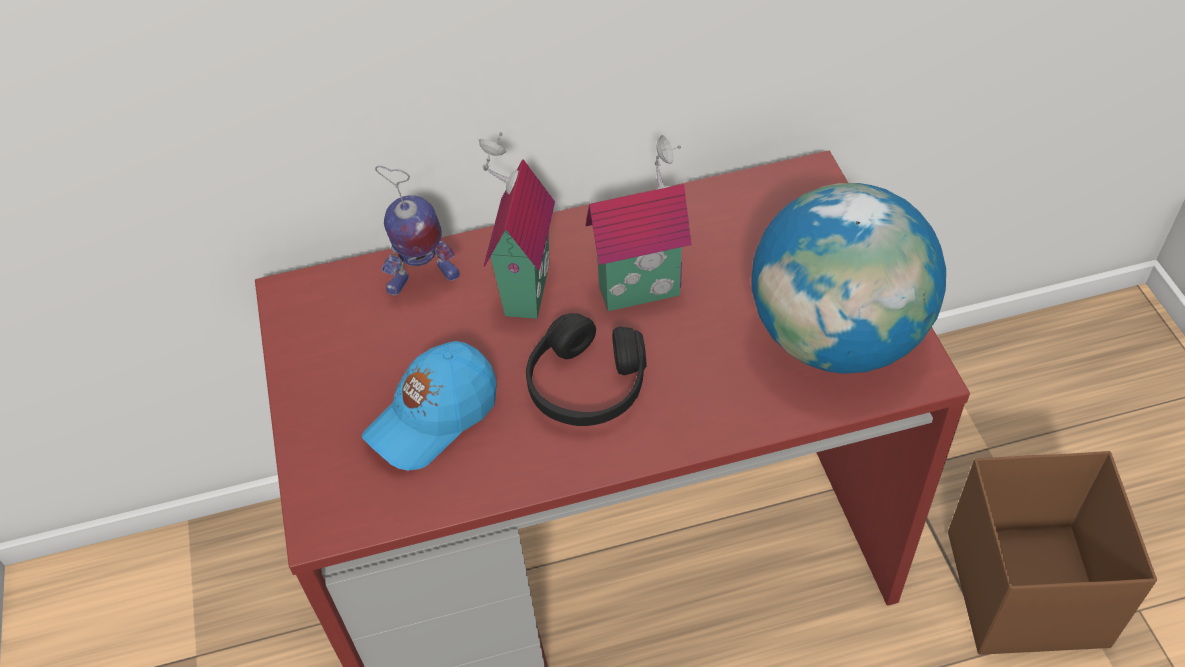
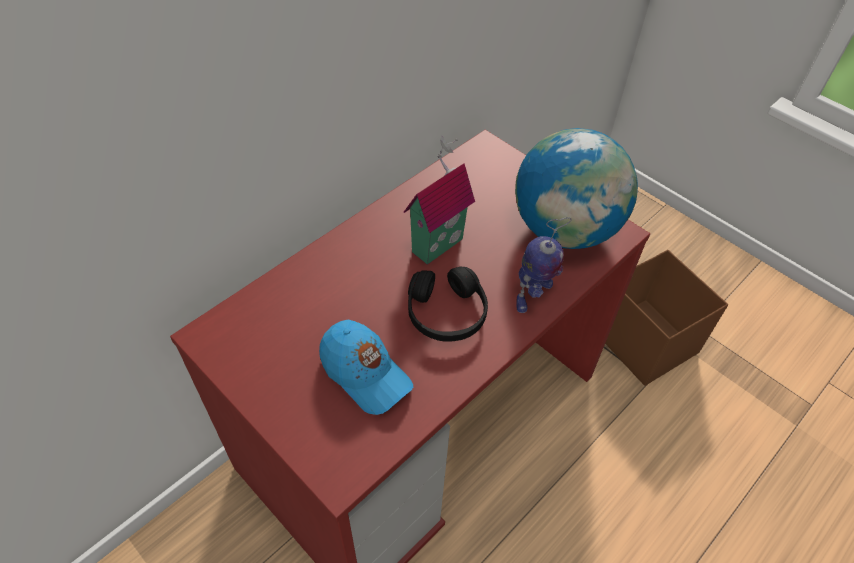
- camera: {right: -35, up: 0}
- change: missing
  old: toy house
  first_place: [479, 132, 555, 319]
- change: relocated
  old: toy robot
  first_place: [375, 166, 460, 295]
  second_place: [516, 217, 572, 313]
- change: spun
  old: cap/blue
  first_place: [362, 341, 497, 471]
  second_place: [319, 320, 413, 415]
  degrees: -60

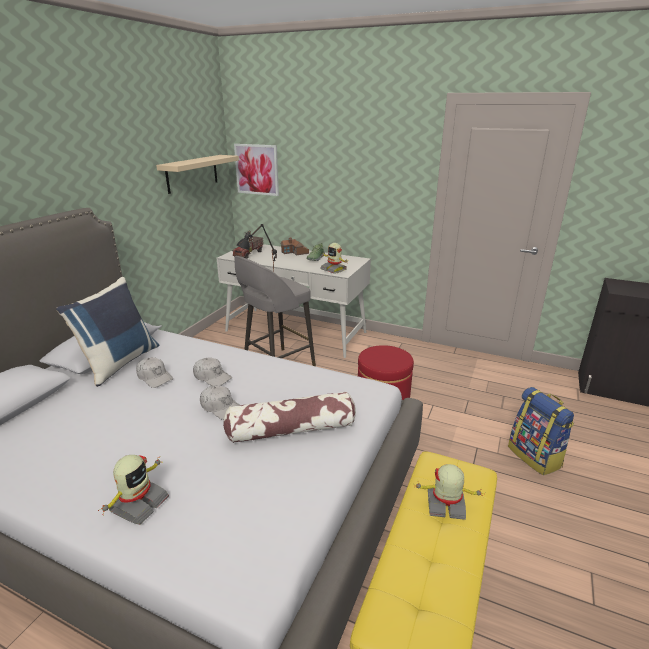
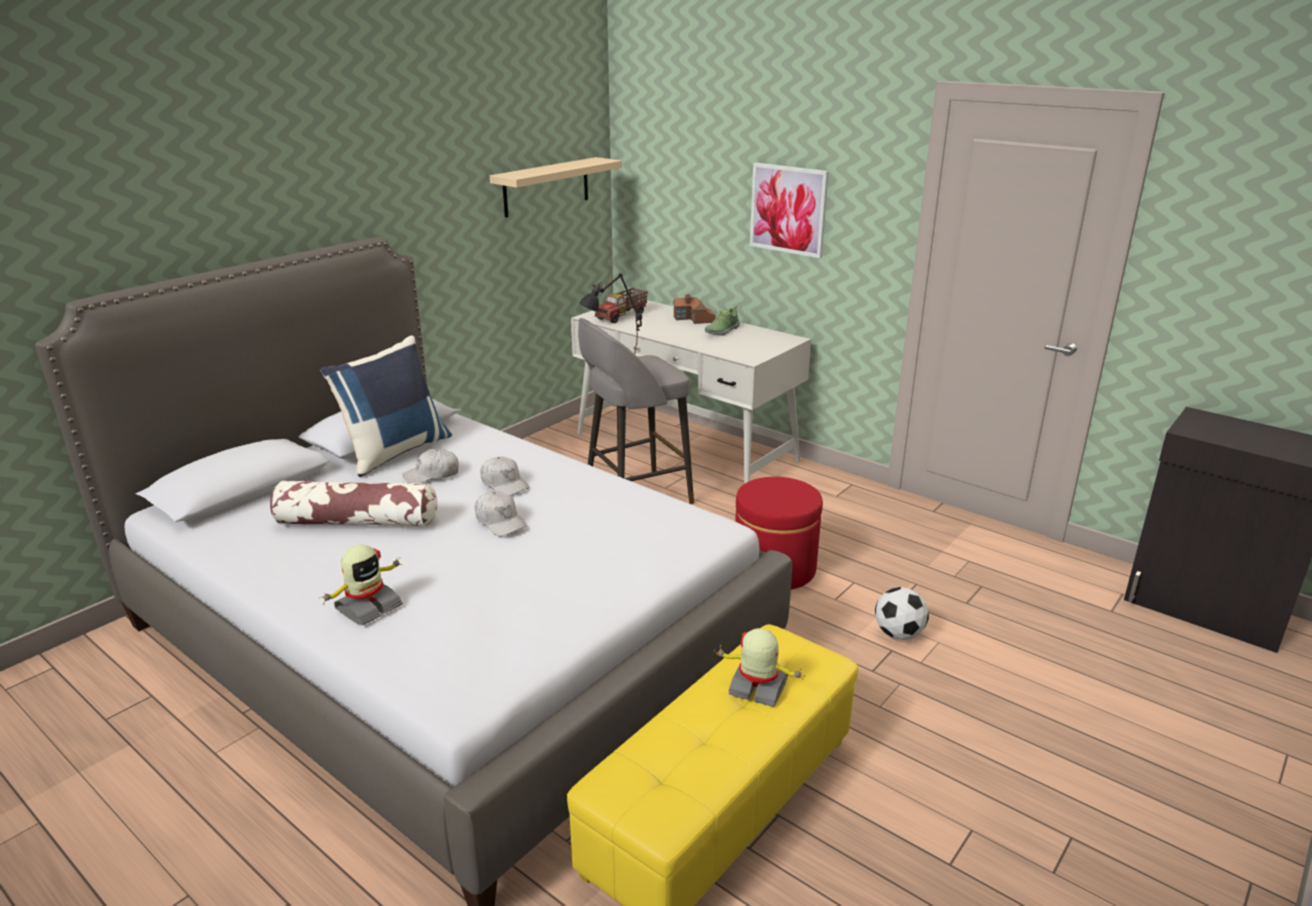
- camera: {right: 15, up: 0}
- change: missing
  old: toy robot
  first_place: [320, 243, 349, 274]
- change: missing
  old: backpack
  first_place: [508, 387, 574, 475]
- change: appeared
  new: football
  second_place: [875, 587, 929, 640]
- change: relocated
  old: pillow
  first_place: [223, 391, 356, 443]
  second_place: [270, 480, 437, 527]
- change: relocated
  old: picture
  first_place: [234, 144, 279, 196]
  second_place: [750, 163, 829, 258]
- change: spun
  old: cap/white
  first_place: [136, 357, 173, 388]
  second_place: [402, 449, 459, 483]
  degrees: 105

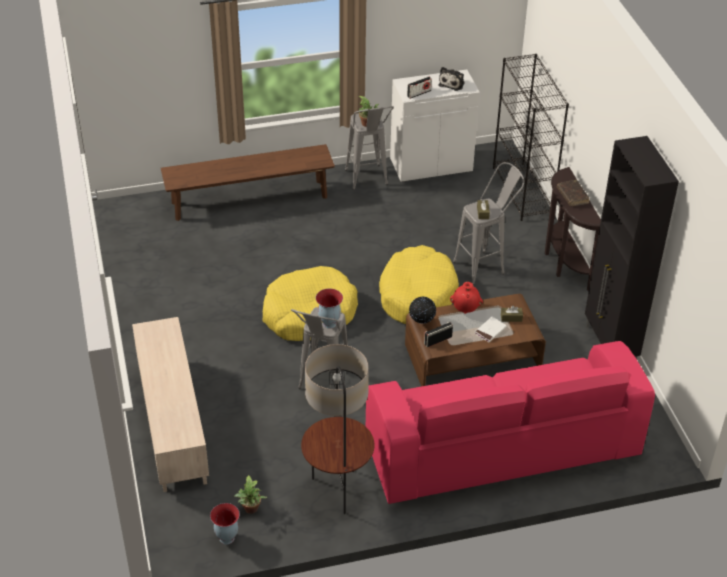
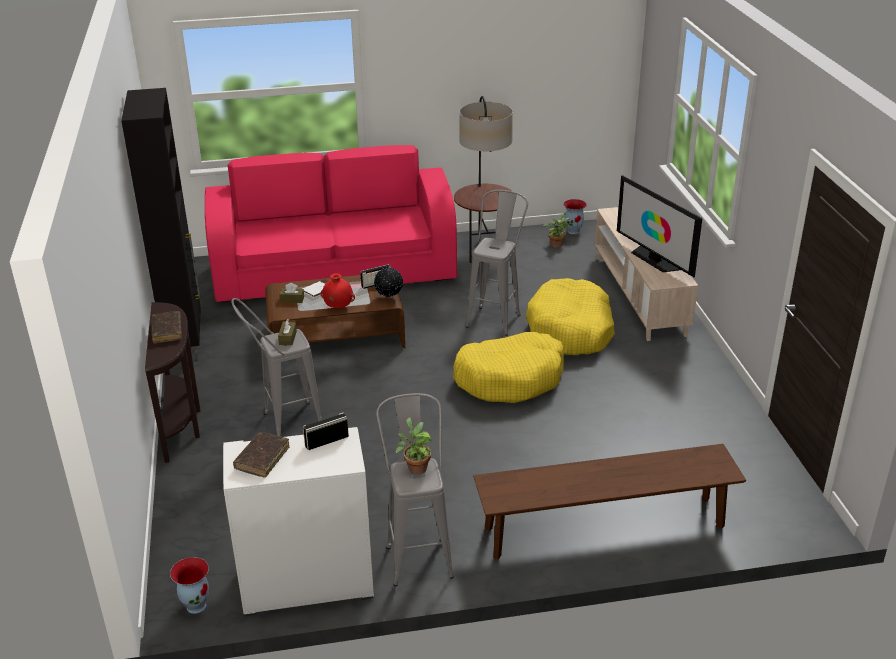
- camera: {right: -175, up: -10}
- change: missing
  old: bookcase/black
  first_place: [493, 54, 569, 221]
- change: appeared
  new: television
  second_place: [617, 175, 702, 277]
- change: relocated
  old: vase
  first_place: [316, 288, 343, 329]
  second_place: [170, 557, 209, 614]
- change: relocated
  old: dog bed/yellow
  first_place: [379, 245, 459, 324]
  second_place: [526, 278, 615, 355]
- change: exchanged
  old: plush toy
  new: book/brown
  first_place: [438, 67, 465, 91]
  second_place: [233, 433, 289, 477]

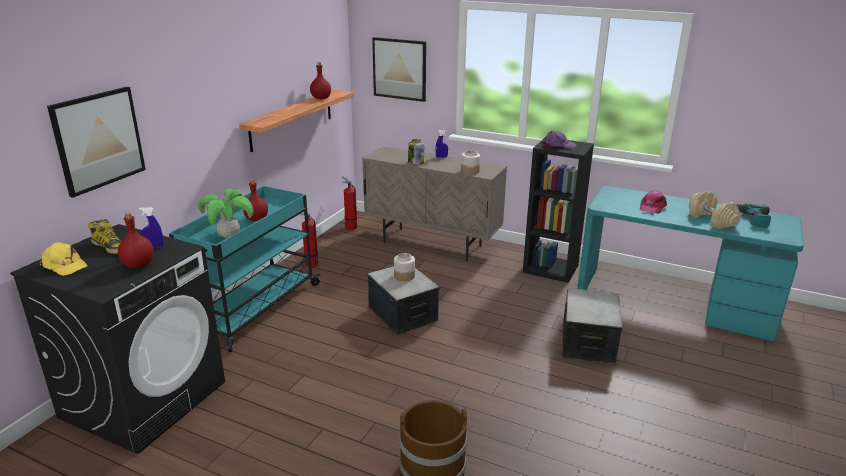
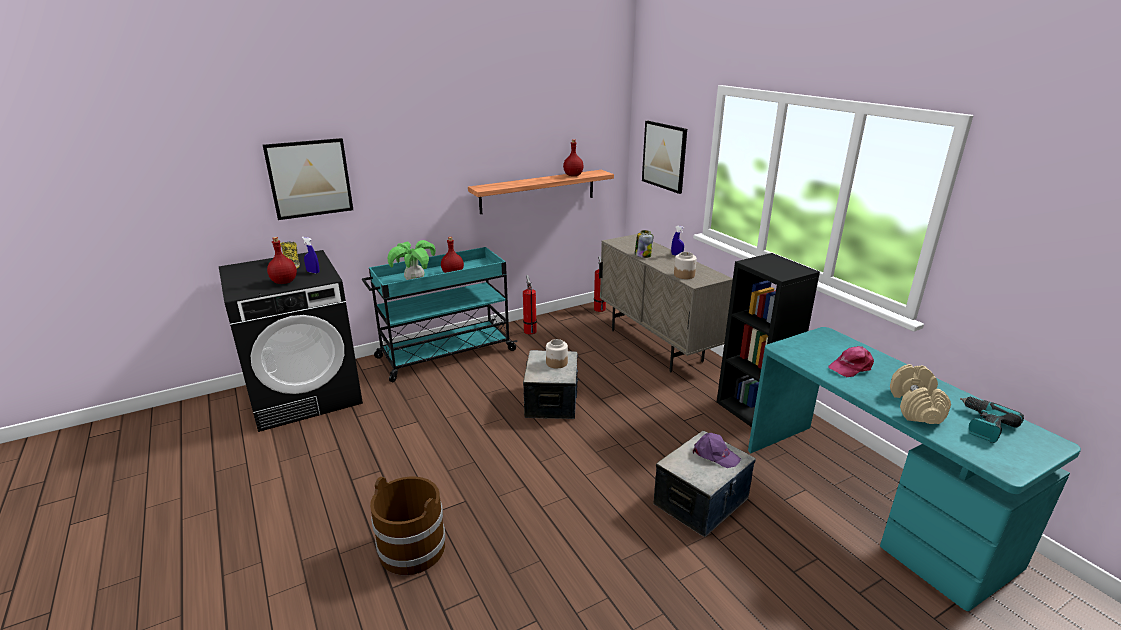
- camera: {right: 35, up: 0}
- change: missing
  old: cap/yellow
  first_place: [40, 243, 88, 276]
- change: relocated
  old: cap/purple
  first_place: [542, 131, 577, 149]
  second_place: [693, 433, 741, 468]

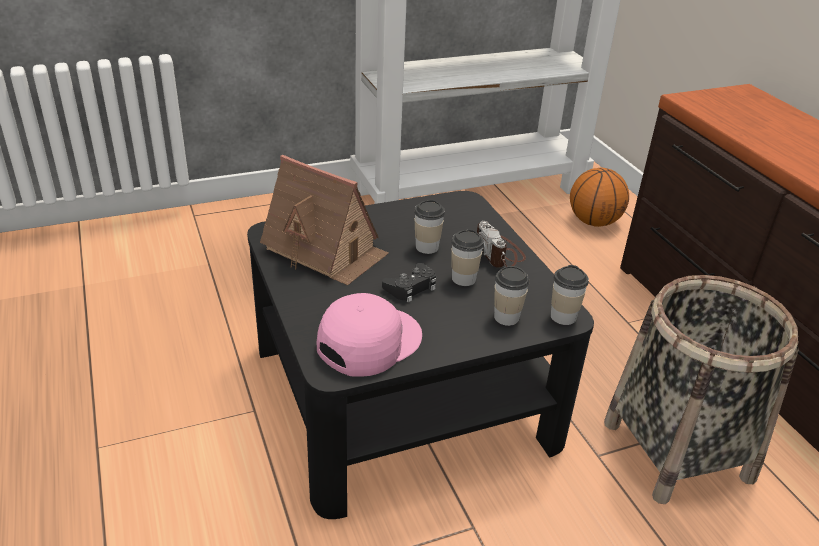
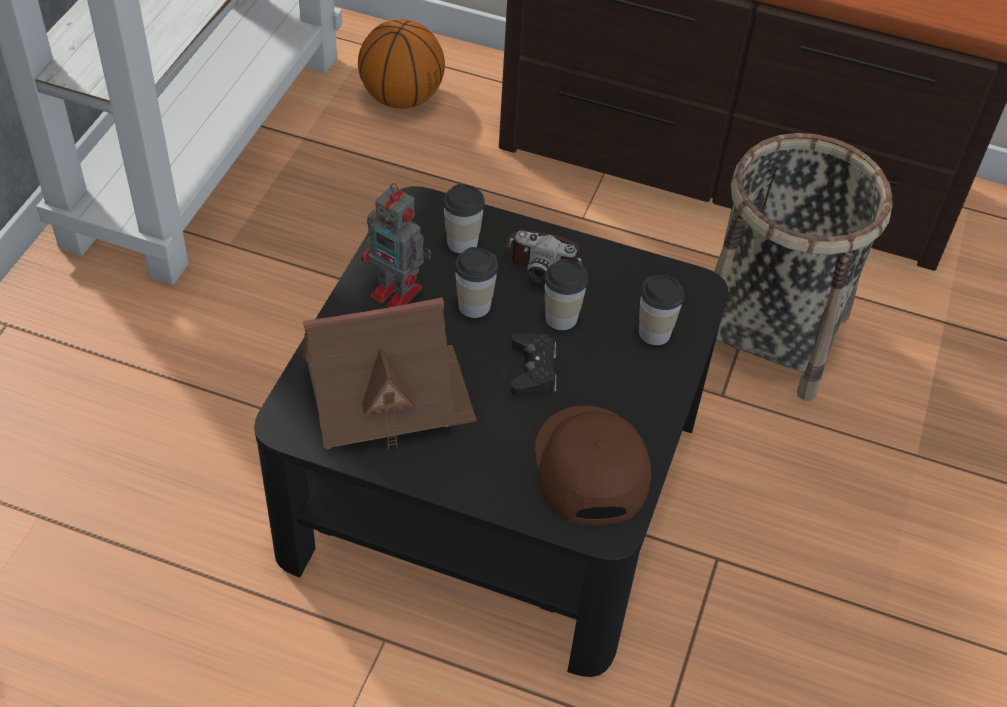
- camera: {right: -50, up: 15}
- change: appeared
  new: toy robot
  second_place: [361, 183, 431, 308]
- change: relocated
  old: cup
  first_place: [551, 265, 589, 325]
  second_place: [443, 184, 485, 253]
- change: colour
  old: cap/pink
  new: cap/brown
  first_place: [317, 293, 422, 377]
  second_place: [534, 405, 651, 525]

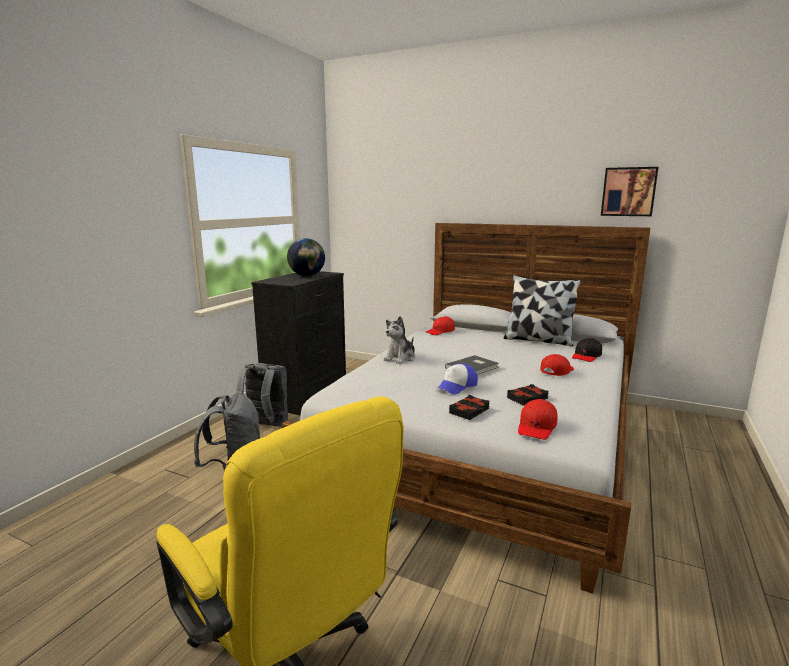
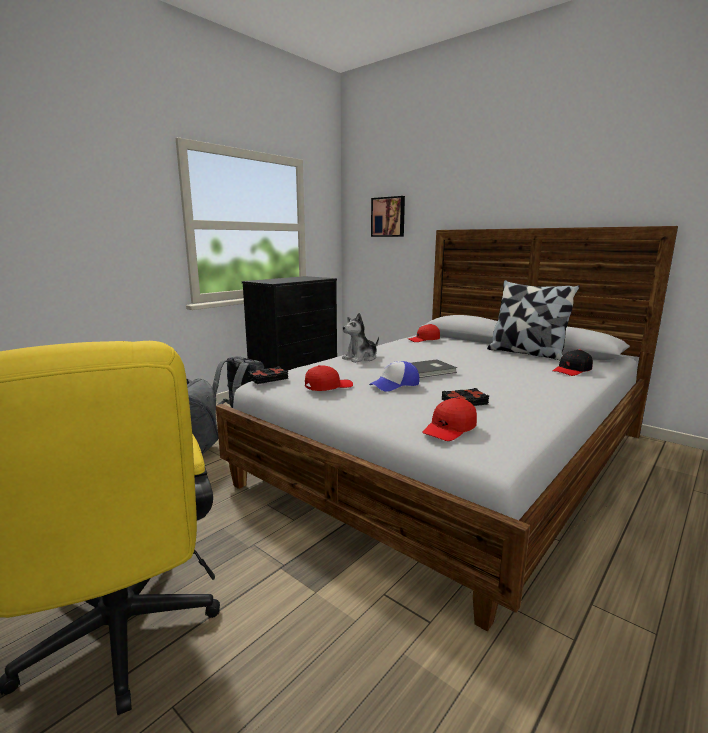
- camera: {right: 15, up: 0}
- change: missing
  old: globe
  first_place: [287, 238, 325, 276]
- change: relocated
  old: book/black
  first_place: [449, 395, 490, 420]
  second_place: [248, 366, 288, 384]
- change: relocated
  old: cap/red
  first_place: [540, 354, 574, 376]
  second_place: [305, 365, 353, 391]
- change: relocated
  old: picture
  first_place: [601, 167, 658, 216]
  second_place: [371, 196, 405, 237]

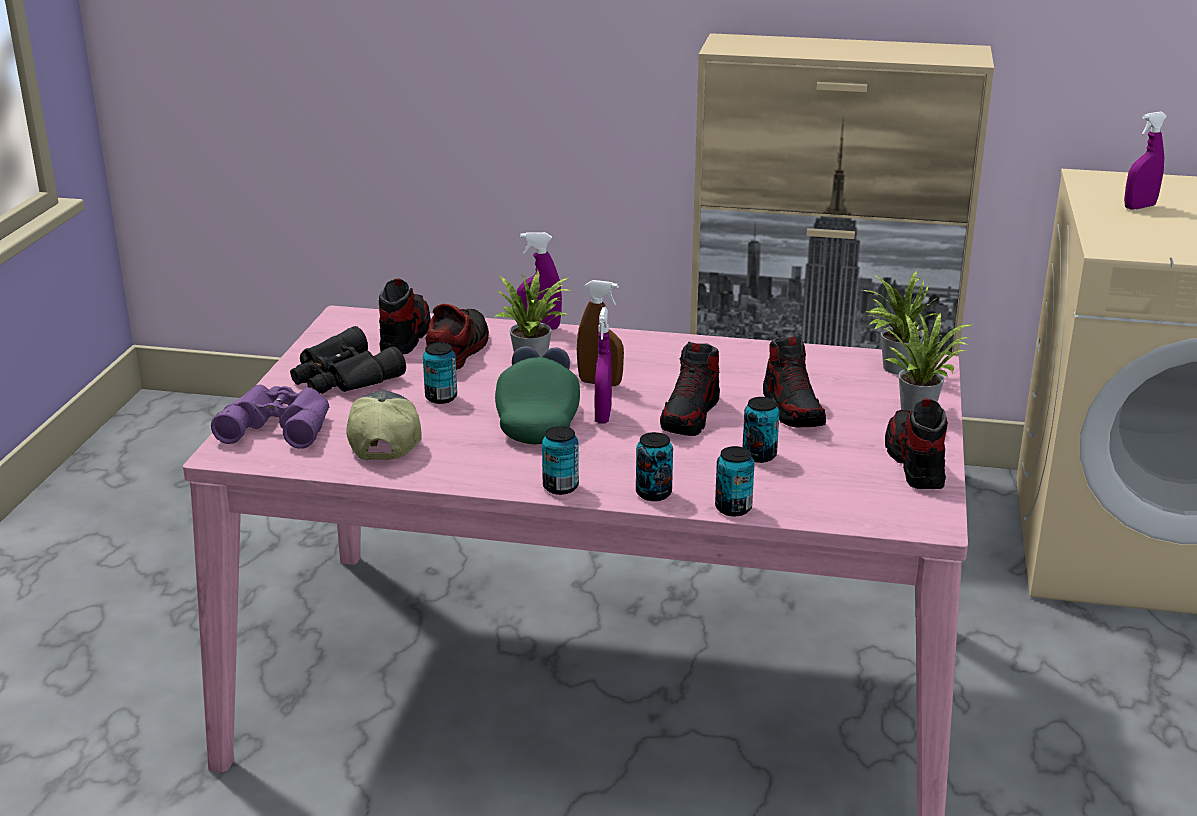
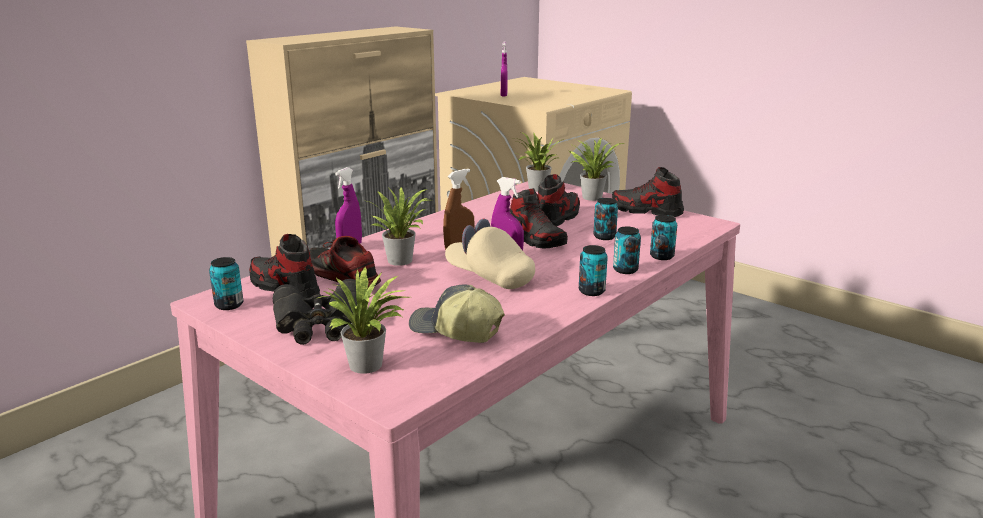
- camera: {right: -60, up: -5}
- change: relocated
  old: can
  first_place: [423, 343, 457, 404]
  second_place: [209, 257, 243, 310]
- change: exchanged
  old: binoculars/purple
  new: potted plant
  first_place: [211, 385, 329, 449]
  second_place: [316, 266, 409, 374]
- change: colour
  old: cap/green
  new: cap/beige
  first_place: [495, 346, 580, 444]
  second_place: [445, 219, 535, 289]
- change: spun
  old: shoe
  first_place: [763, 336, 826, 427]
  second_place: [538, 174, 580, 226]
  degrees: -75

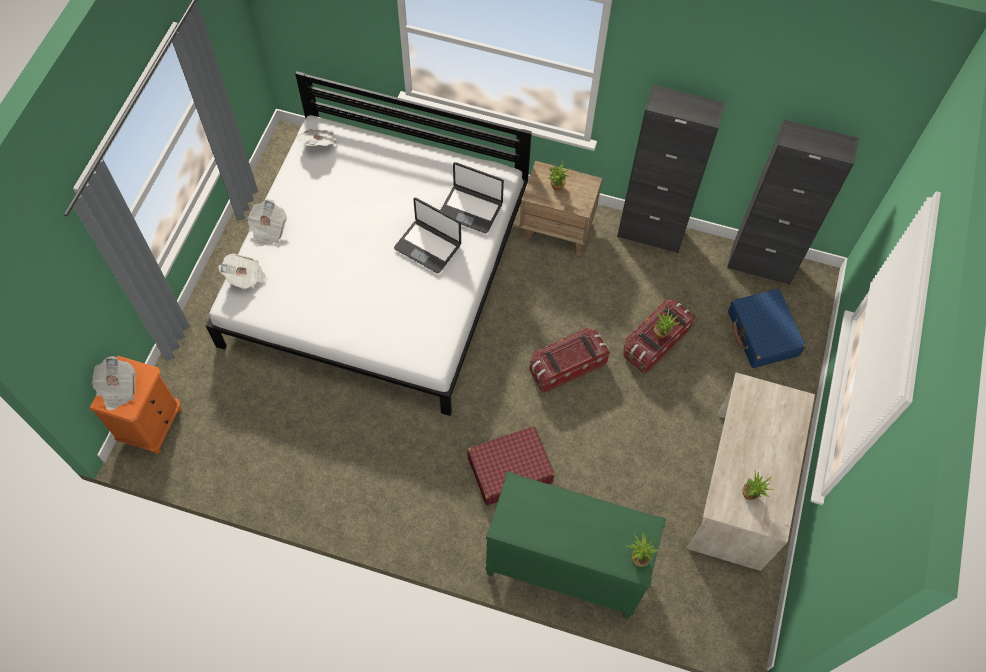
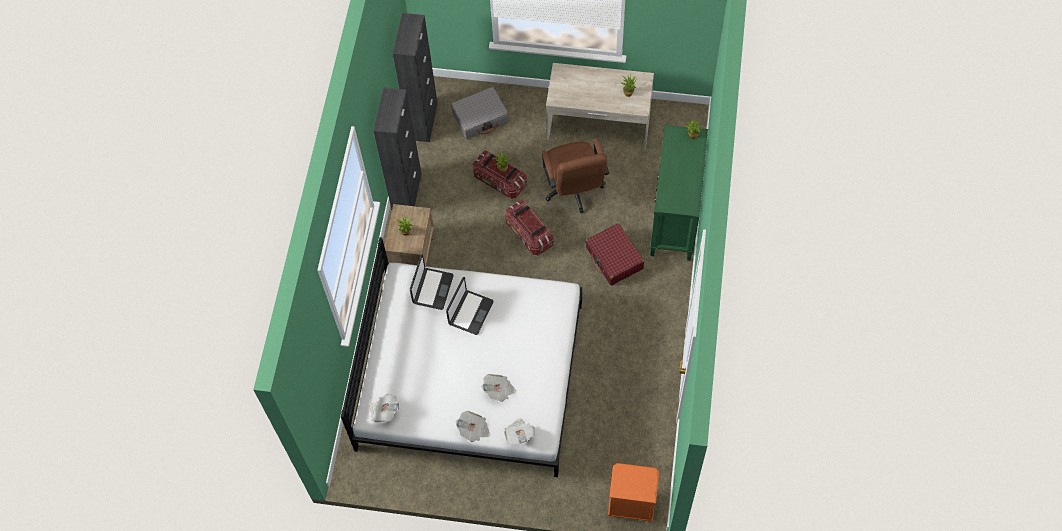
- camera: {right: -95, up: 0}
- change: appeared
  new: office chair/brown
  second_place: [542, 138, 609, 213]
- change: relocated
  old: newspaper
  first_place: [91, 356, 136, 411]
  second_place: [481, 374, 516, 402]
- change: colour
  old: suitcase/blue
  new: suitcase/grey
  first_place: [728, 289, 806, 368]
  second_place: [451, 87, 509, 139]

